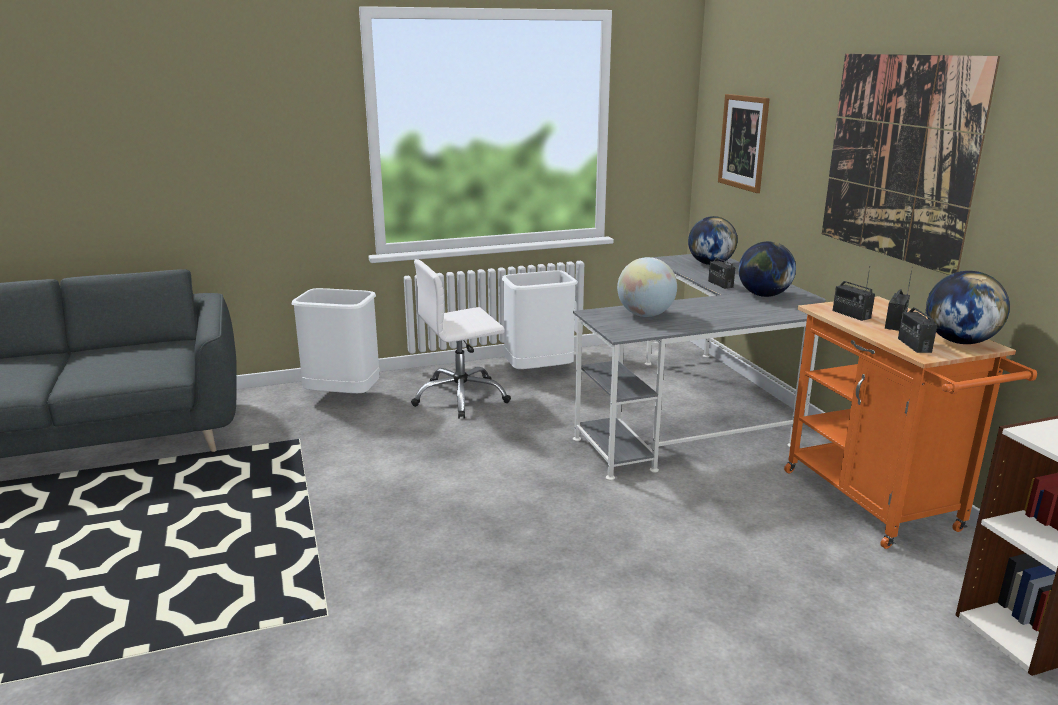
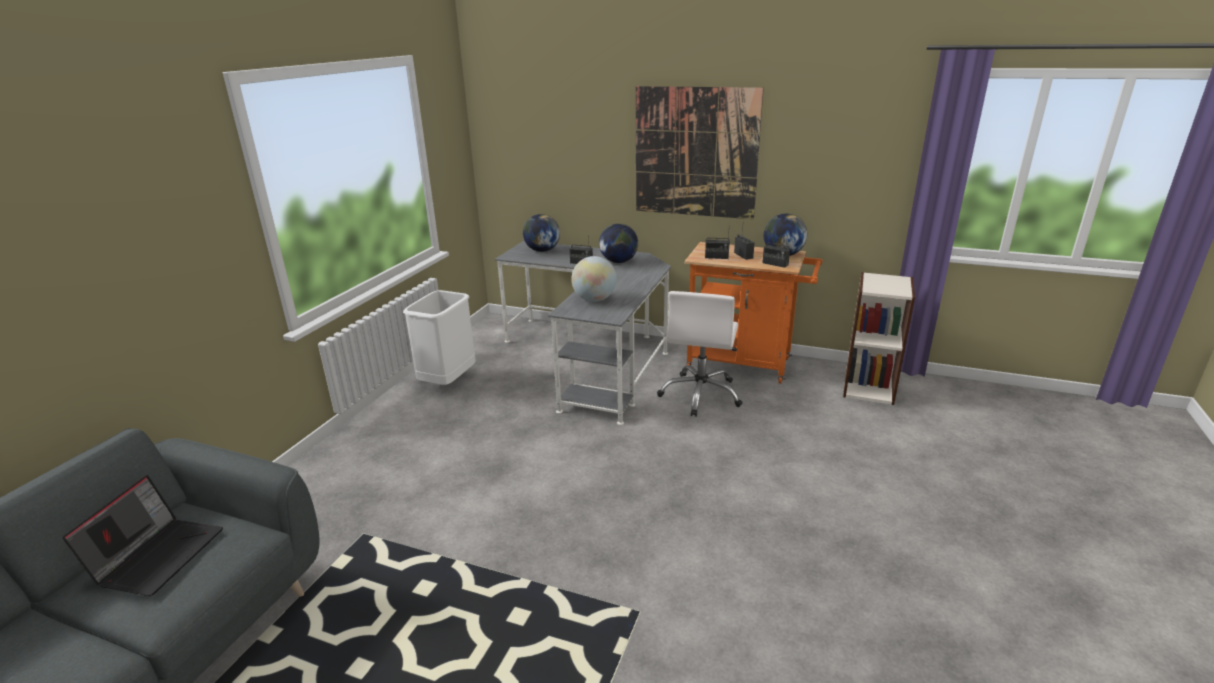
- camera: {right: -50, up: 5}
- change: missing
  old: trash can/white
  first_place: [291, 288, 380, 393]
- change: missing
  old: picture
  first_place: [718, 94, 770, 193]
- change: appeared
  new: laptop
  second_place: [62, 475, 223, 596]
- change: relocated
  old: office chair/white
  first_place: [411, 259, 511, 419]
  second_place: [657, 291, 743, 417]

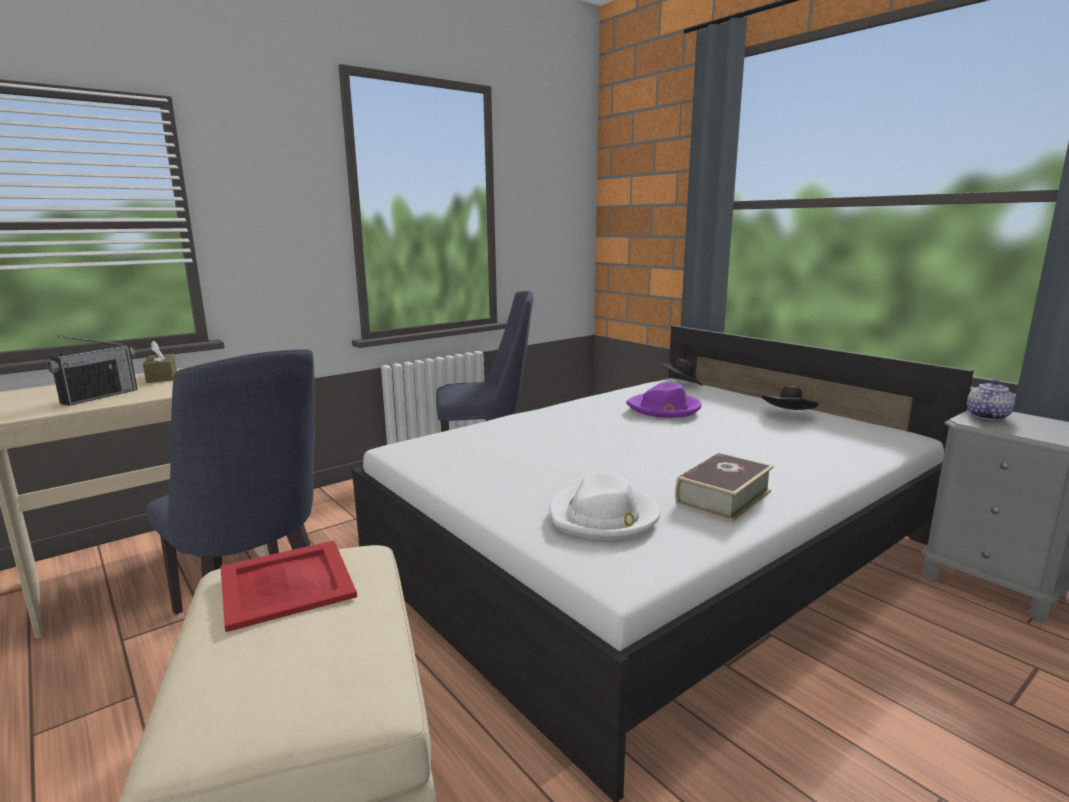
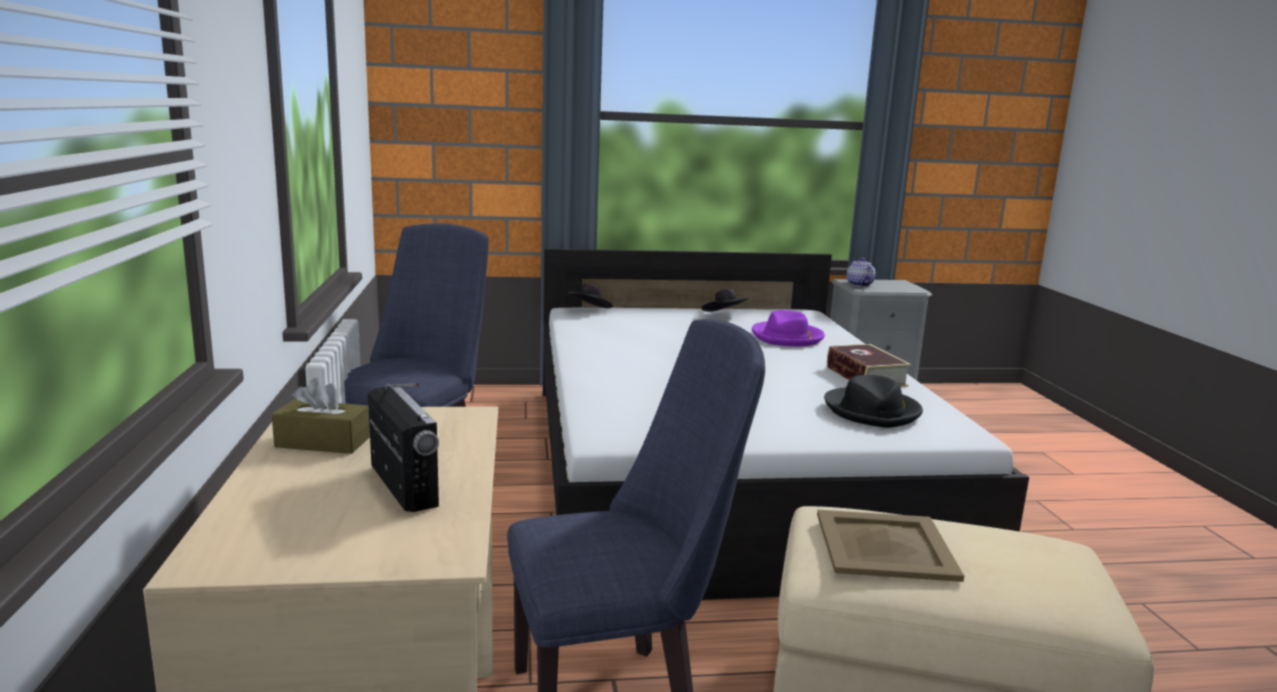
- camera: {right: -60, up: 0}
- change: relocated
  old: hat/purple
  first_place: [626, 382, 701, 418]
  second_place: [752, 310, 825, 346]
- change: colour
  old: tray/red
  new: tray/beige
  first_place: [220, 541, 357, 632]
  second_place: [817, 510, 964, 582]
- change: colour
  old: hat/white
  new: hat/black
  first_place: [549, 472, 660, 540]
  second_place: [824, 375, 923, 428]

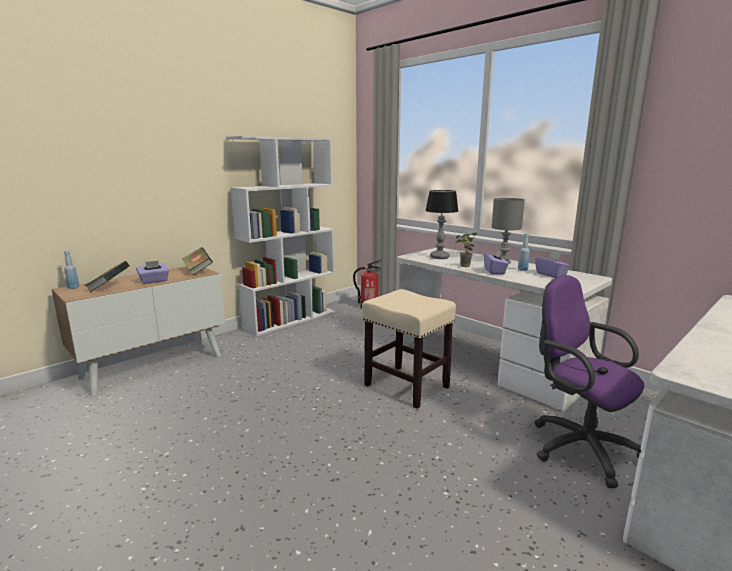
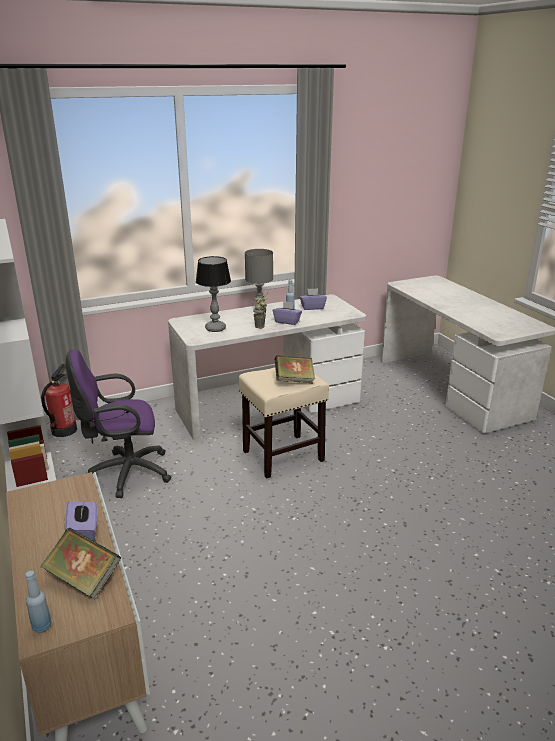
- camera: {right: -70, up: 10}
- change: relocated
  old: book
  first_place: [183, 247, 213, 275]
  second_place: [275, 355, 315, 383]
- change: relocated
  old: office chair/purple
  first_place: [534, 275, 644, 488]
  second_place: [66, 350, 172, 498]

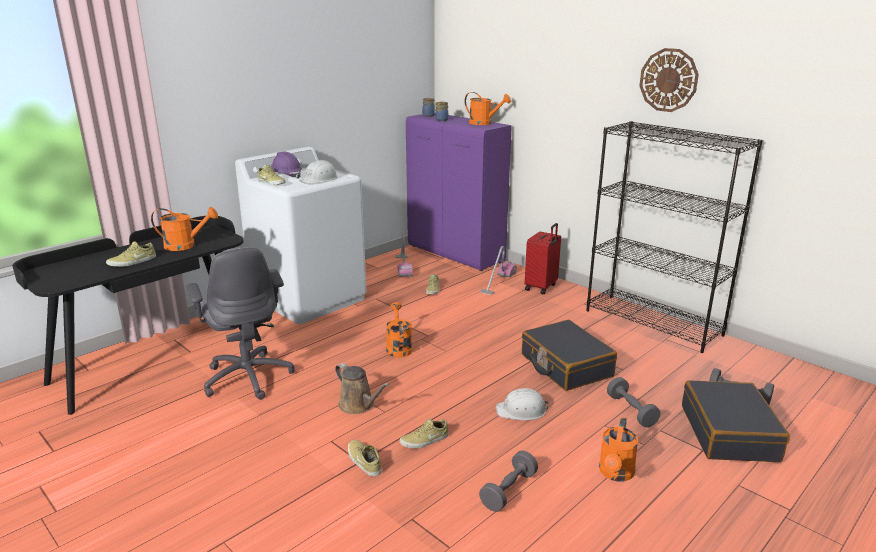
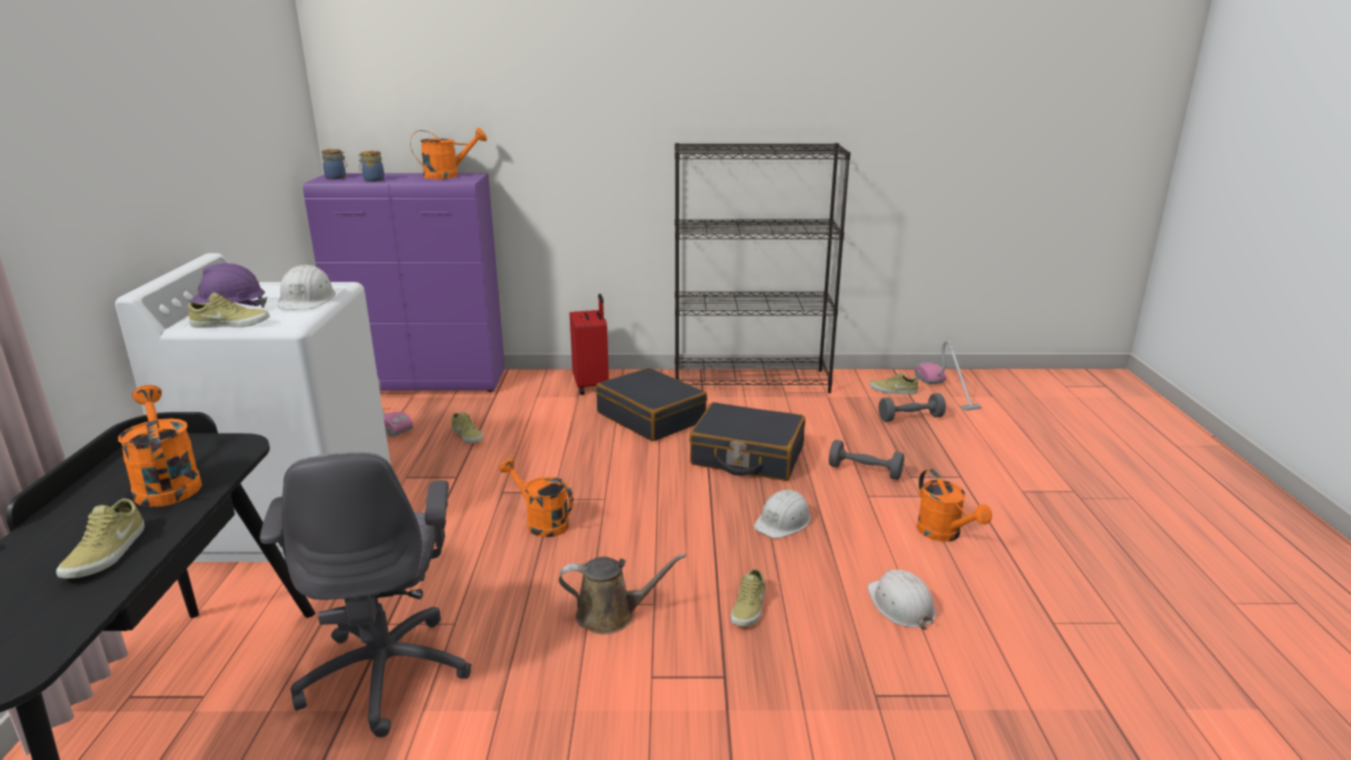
- camera: {right: -45, up: 0}
- change: missing
  old: wall clock
  first_place: [639, 48, 699, 112]
- change: relocated
  old: shoe/beige
  first_place: [348, 439, 382, 477]
  second_place: [869, 372, 918, 394]
- change: relocated
  old: vacuum cleaner
  first_place: [480, 246, 517, 295]
  second_place: [914, 340, 982, 411]
- change: relocated
  old: suitcase/black
  first_place: [682, 380, 790, 463]
  second_place: [596, 367, 707, 441]
- change: exchanged
  old: dumbbell/grey
  new: hard hat/white
  first_place: [479, 450, 538, 512]
  second_place: [867, 570, 936, 630]
- change: spun
  old: watering can/orange
  first_place: [151, 207, 218, 251]
  second_place: [118, 385, 202, 507]
  degrees: -75
- change: spun
  old: office chair/grey
  first_place: [187, 247, 295, 400]
  second_place: [260, 452, 472, 737]
  degrees: 60

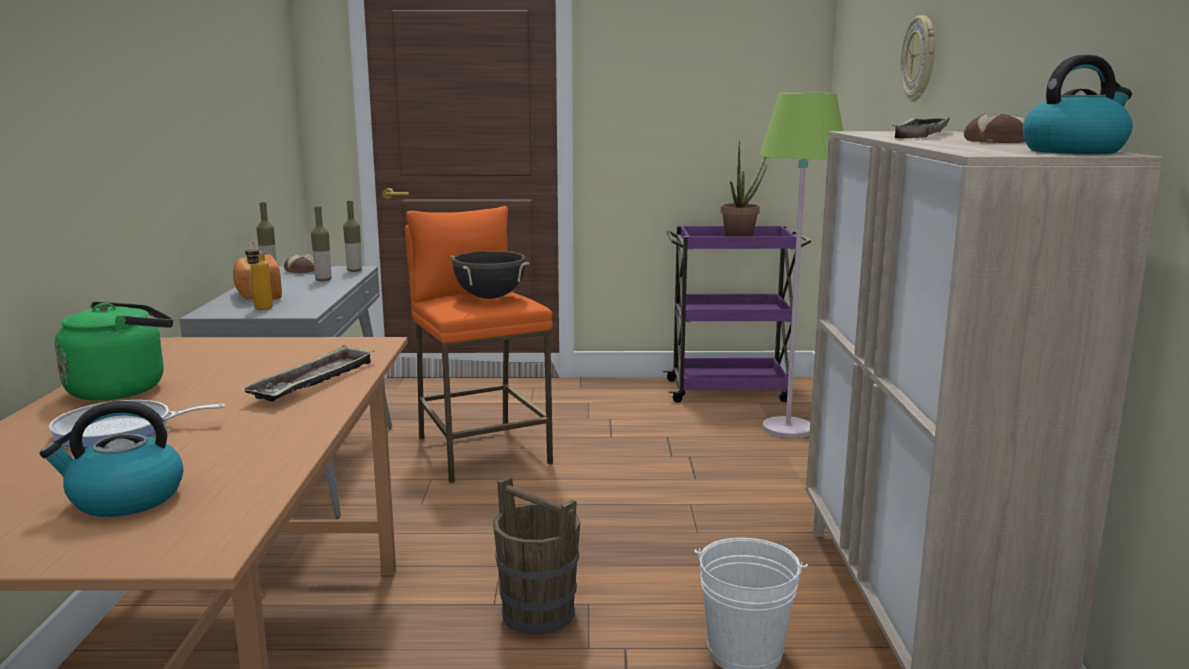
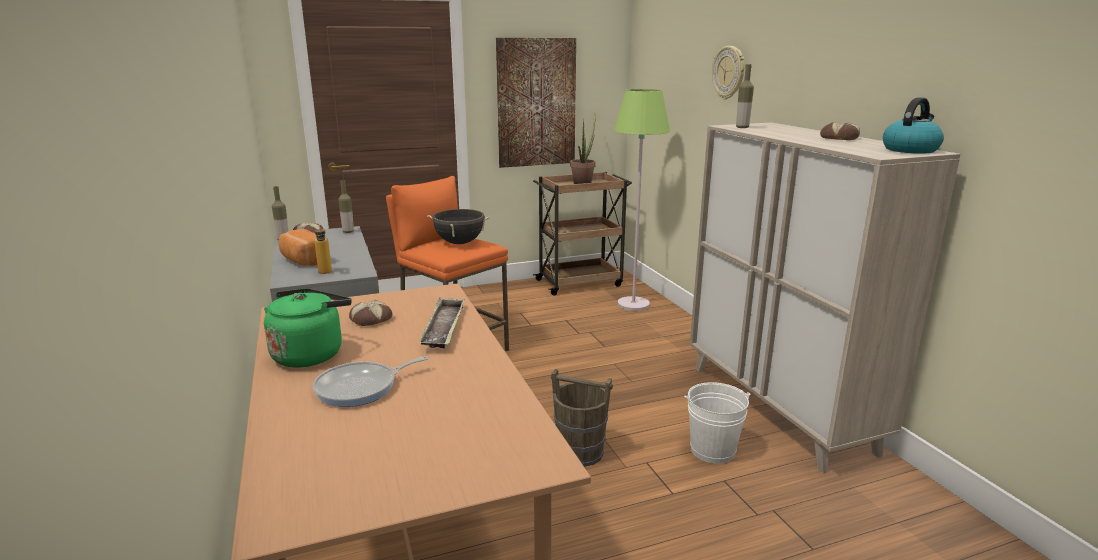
- camera: {right: -20, up: 5}
- change: missing
  old: kettle
  first_place: [40, 401, 183, 517]
- change: missing
  old: tray
  first_place: [892, 117, 950, 138]
- change: appeared
  new: bread
  second_place: [349, 300, 393, 326]
- change: appeared
  new: picture
  second_place: [496, 38, 576, 168]
- change: relocated
  old: bottle
  first_place: [311, 207, 331, 281]
  second_place: [736, 64, 754, 128]
- change: colour
  old: cart/purple
  new: cart/brown
  first_place: [663, 226, 811, 403]
  second_place: [533, 172, 632, 296]

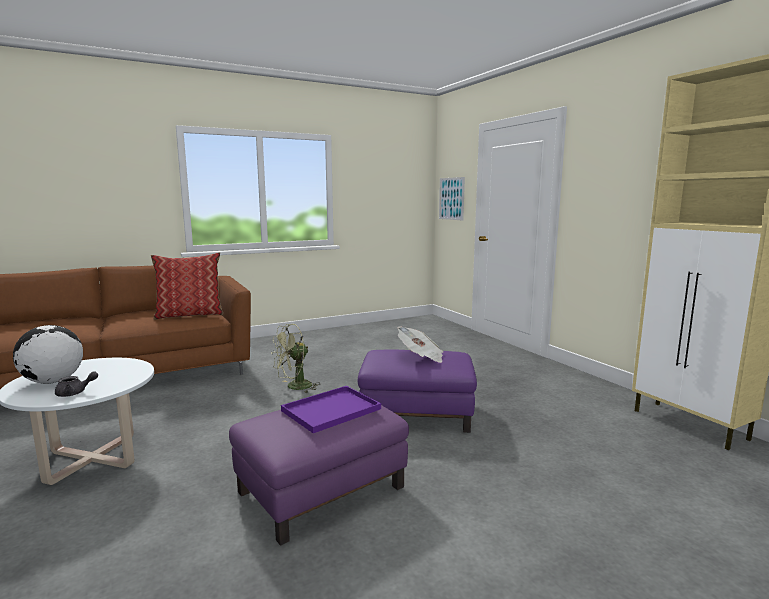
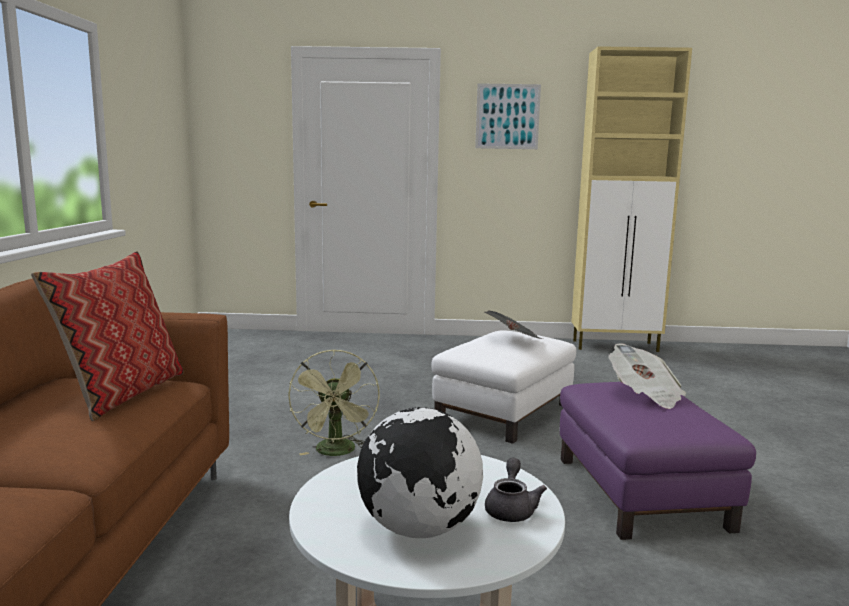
- camera: {right: -60, up: 0}
- change: relocated
  old: picture
  first_place: [439, 177, 465, 221]
  second_place: [475, 83, 541, 149]
- change: exchanged
  old: tray/purple
  new: newspaper
  first_place: [281, 386, 381, 433]
  second_place: [608, 343, 686, 409]
- change: colour
  old: ottoman/purple
  new: ottoman/white
  first_place: [357, 350, 477, 433]
  second_place: [431, 330, 576, 444]

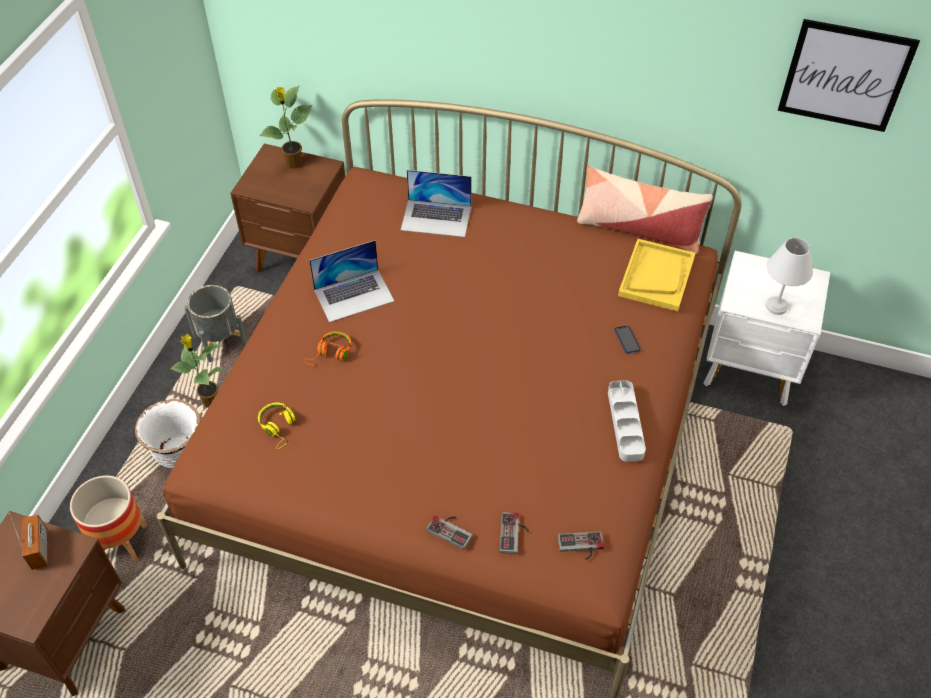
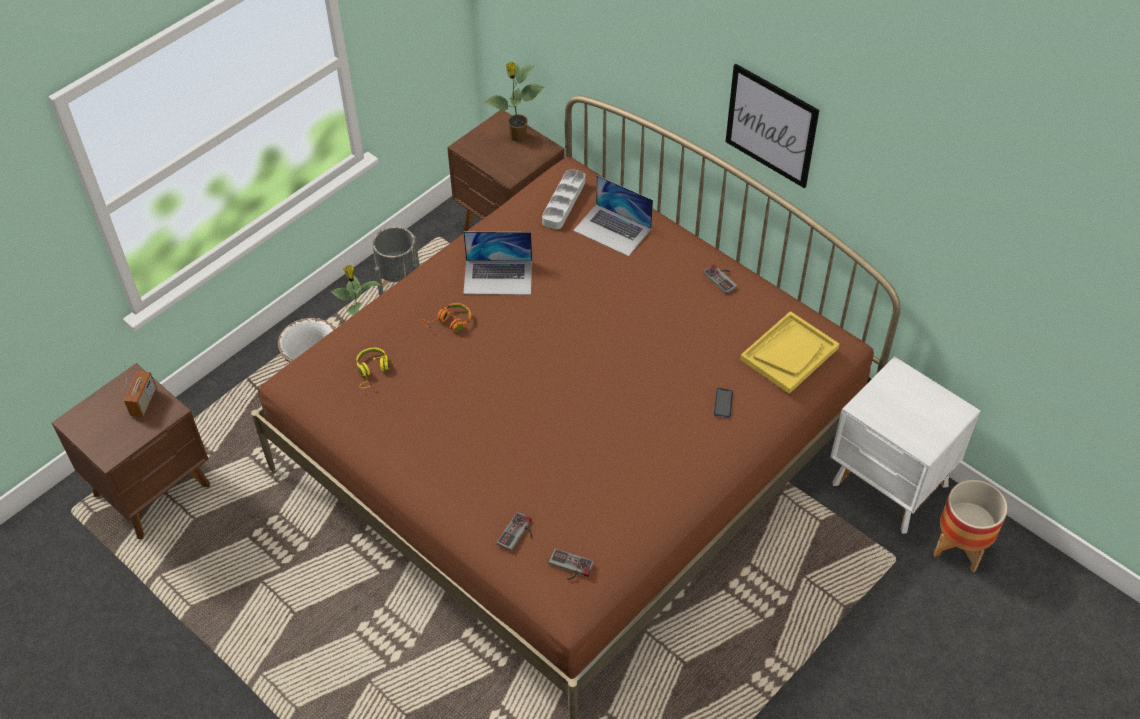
- camera: {right: 25, up: 0}
- change: missing
  old: pillow
  first_place: [577, 166, 713, 254]
- change: missing
  old: table lamp/white
  first_place: [766, 238, 813, 315]
- change: relocated
  old: planter
  first_place: [70, 475, 148, 562]
  second_place: [933, 480, 1008, 572]
- change: relocated
  old: game controller
  first_place: [426, 516, 473, 550]
  second_place: [703, 265, 737, 294]
- change: relocated
  old: tray/grey
  first_place: [608, 380, 646, 462]
  second_place: [542, 169, 585, 229]
- change: relocated
  old: picture
  first_place: [778, 19, 920, 132]
  second_place: [726, 64, 819, 188]

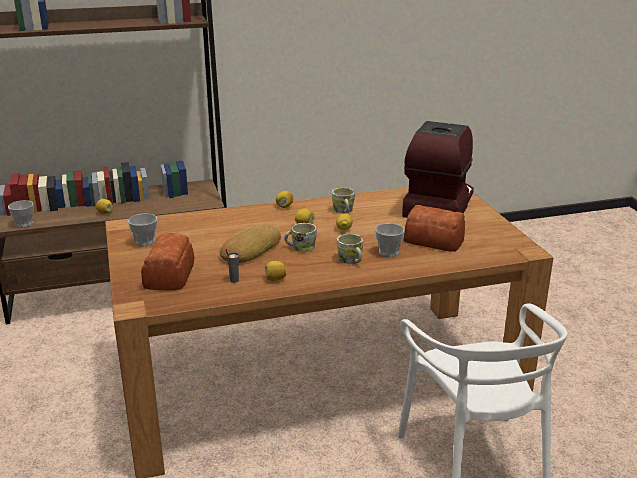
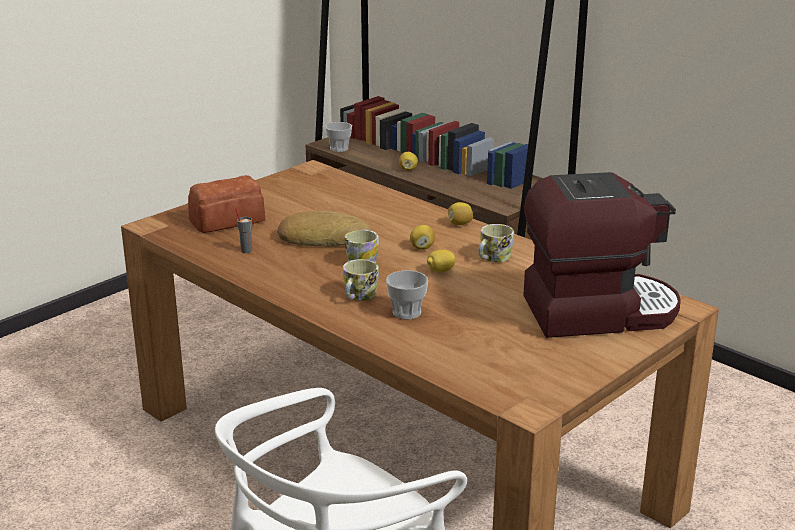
- camera: {right: 60, up: 0}
- change: missing
  old: cup
  first_place: [128, 213, 157, 246]
- change: missing
  old: lemon
  first_place: [265, 261, 287, 281]
- change: missing
  old: bread
  first_place: [404, 205, 465, 252]

